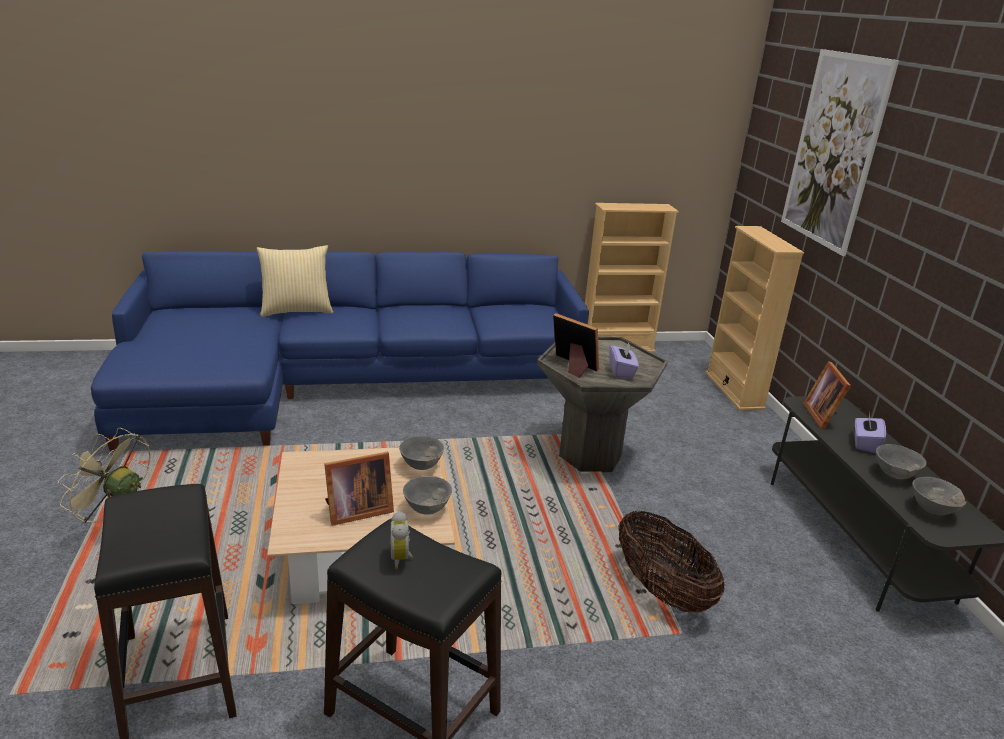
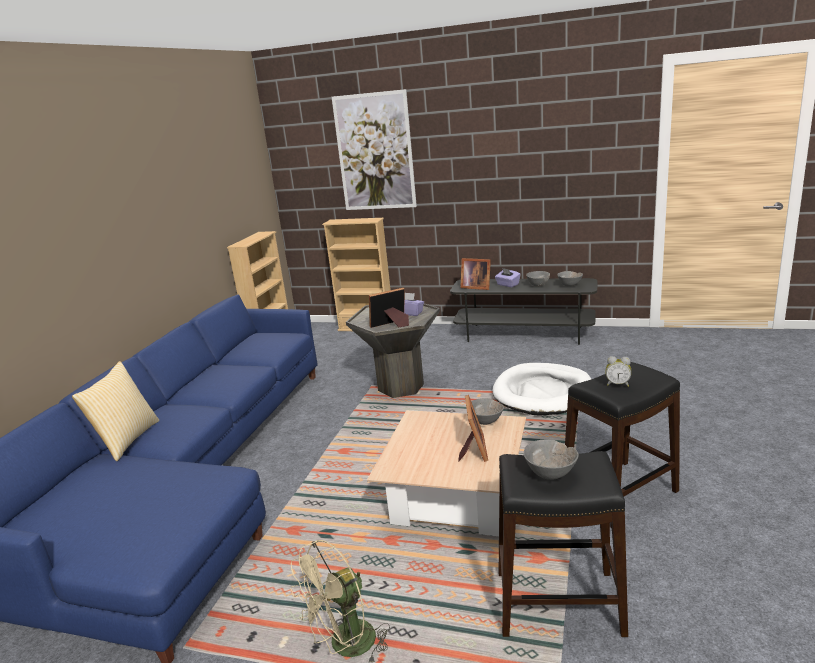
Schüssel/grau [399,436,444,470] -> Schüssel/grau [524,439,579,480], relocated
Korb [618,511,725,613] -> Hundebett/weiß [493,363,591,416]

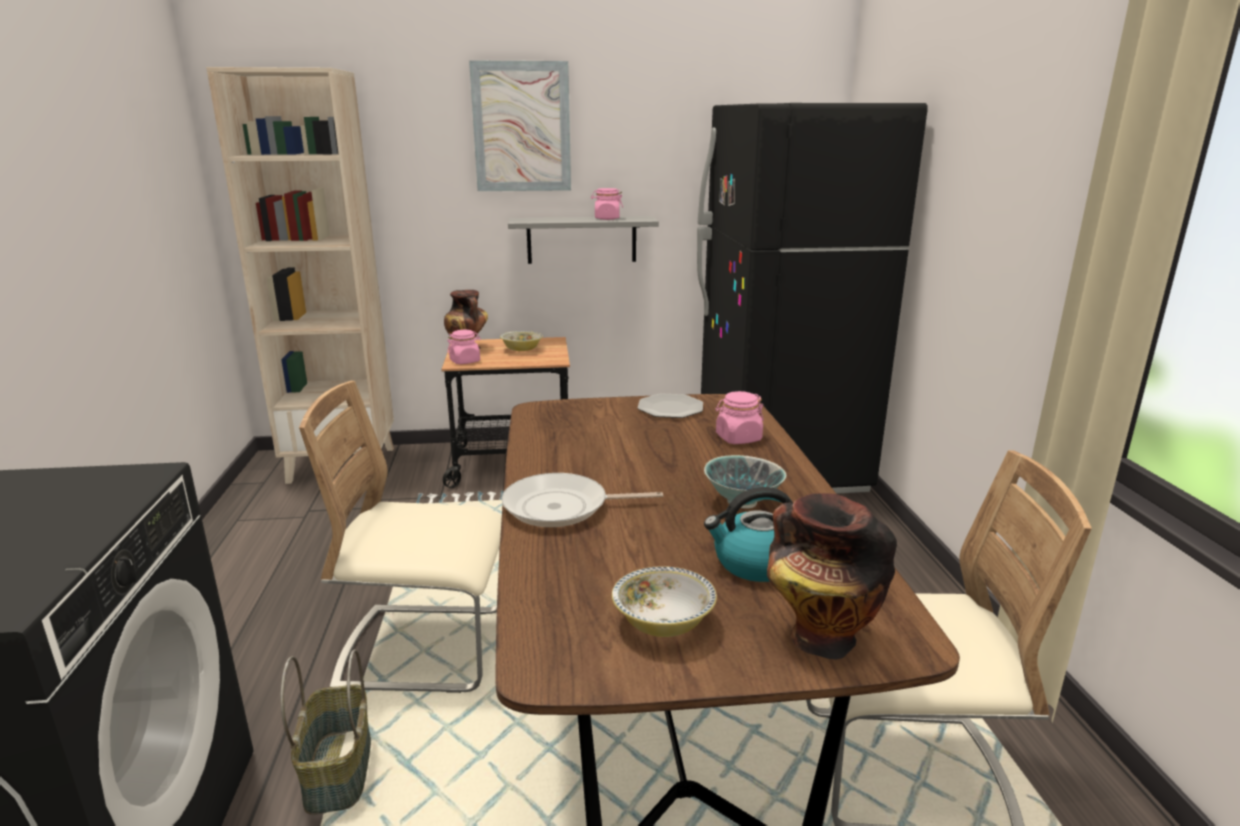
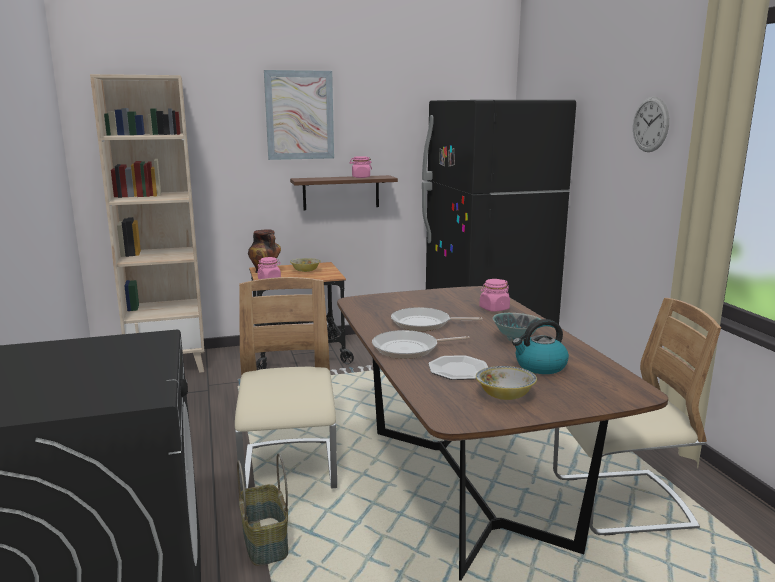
Vase [767,493,897,660] -> none
none -> Pfanne [391,307,483,331]
none -> Wanduhr [633,97,669,152]
Teller [638,393,703,418] -> Teller [428,355,488,380], relocated
Wandregal/grau [508,216,659,264] -> Wandregal/braun [290,175,398,210]
Stuhl/beige [299,381,502,693] -> Stuhl/beige [235,277,337,492], 90 degrees clockwise

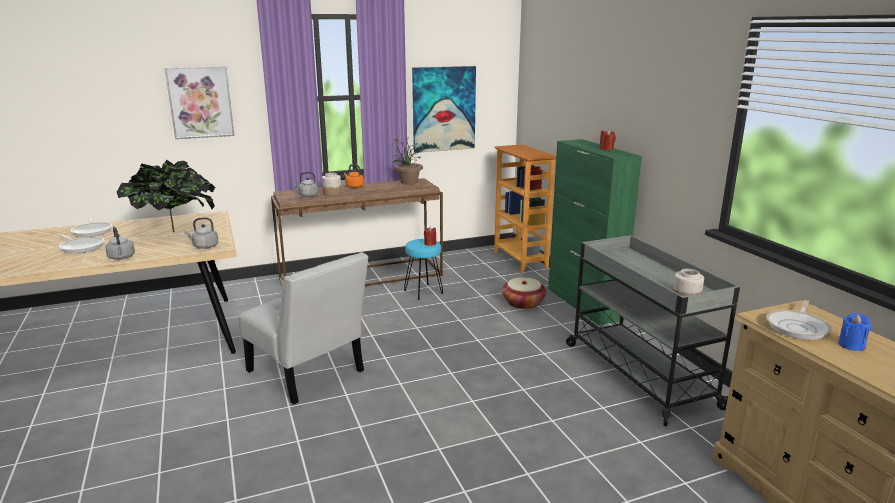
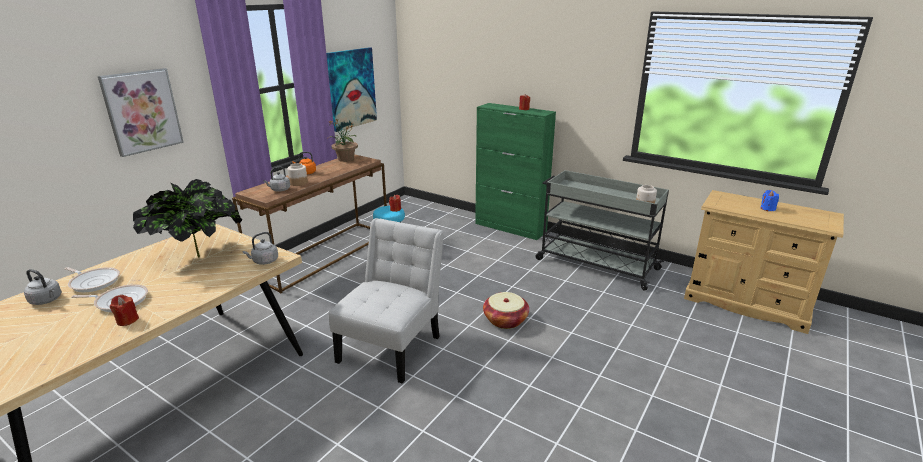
Bücherregal [494,144,556,273] -> none
Pfanne [766,300,832,340] -> none
none -> Kerze/rot [110,295,139,326]
Wasserkessel/grau [105,227,135,260] -> Wasserkessel/grau [24,269,62,305], relocated
Korb [502,278,546,309] -> Korb [483,292,529,329], relocated
Stuhl/weiß [239,252,368,404] -> Stuhl/weiß [329,218,444,384], 75 degrees counterclockwise

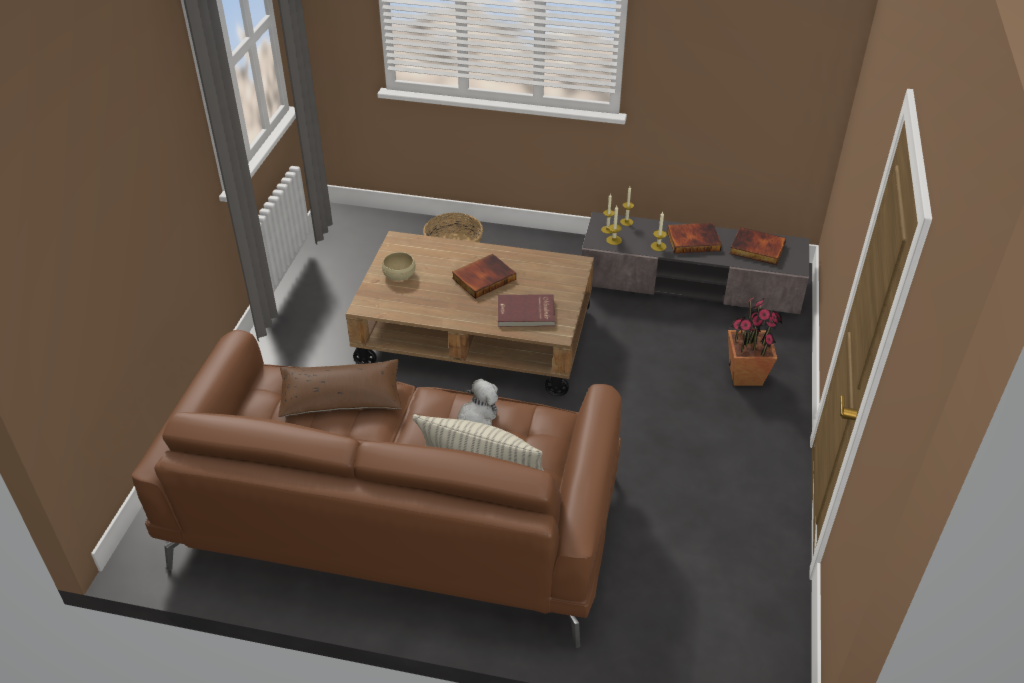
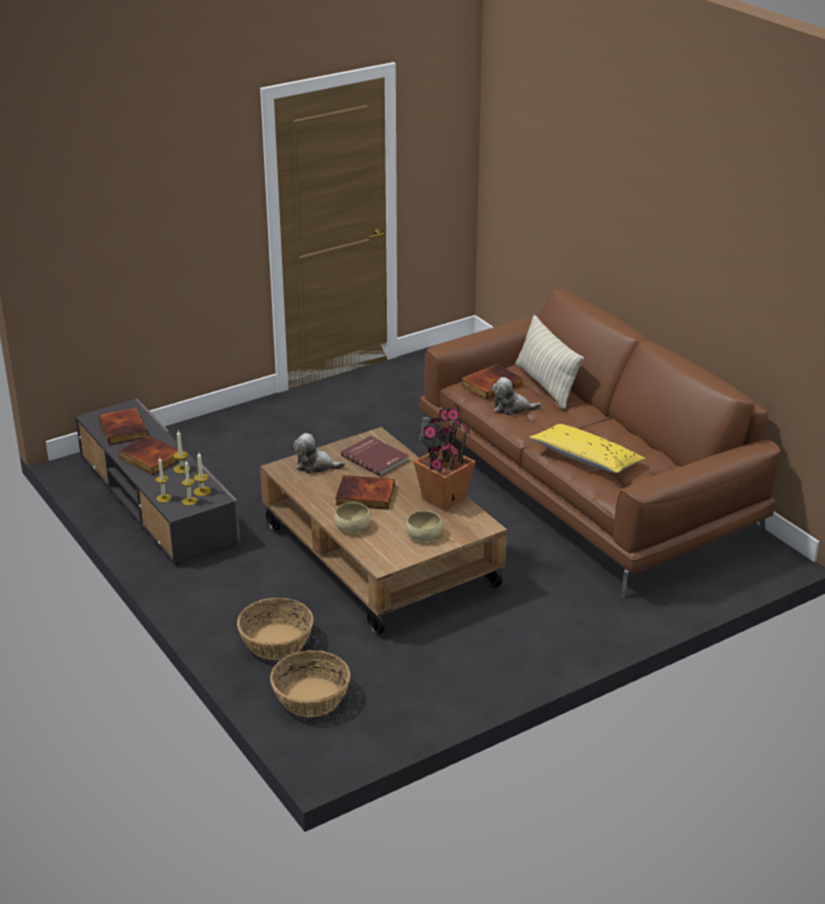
none -> Korb [270,650,350,717]
none -> Plüschtier [293,433,345,474]
none -> Schüssel/beige [334,502,371,533]
none -> Buch [461,364,522,400]
Topfpflanze [728,297,782,386] -> Topfpflanze [413,403,476,511], relocated
Kissen/braun [278,359,401,417] -> Kissen/gelb [529,424,646,473]

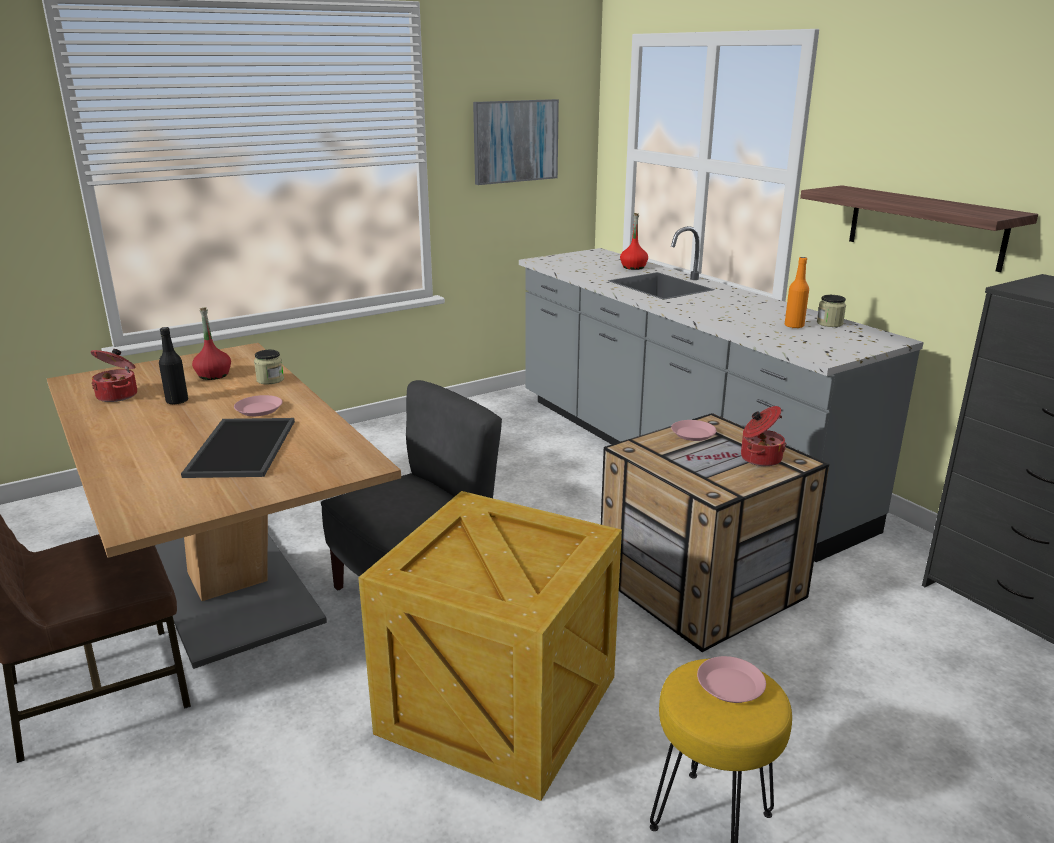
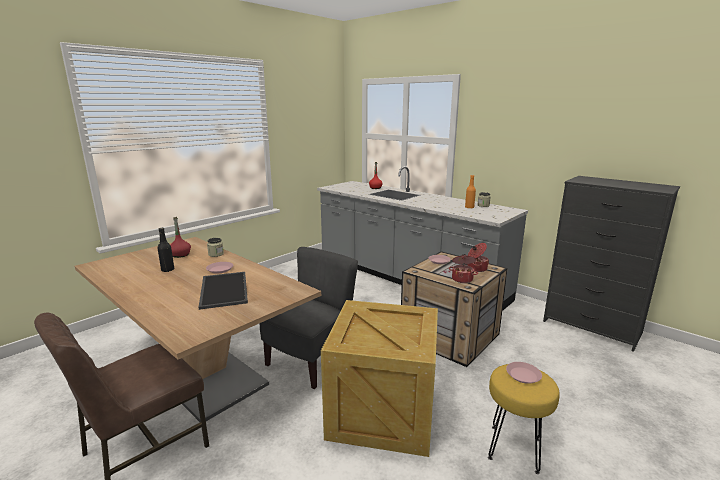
Bild [473,99,559,185] -> none
Wandregal [800,185,1038,272] -> none
Kochtopf [91,349,137,402] -> Kochtopf [449,254,478,283], relocated

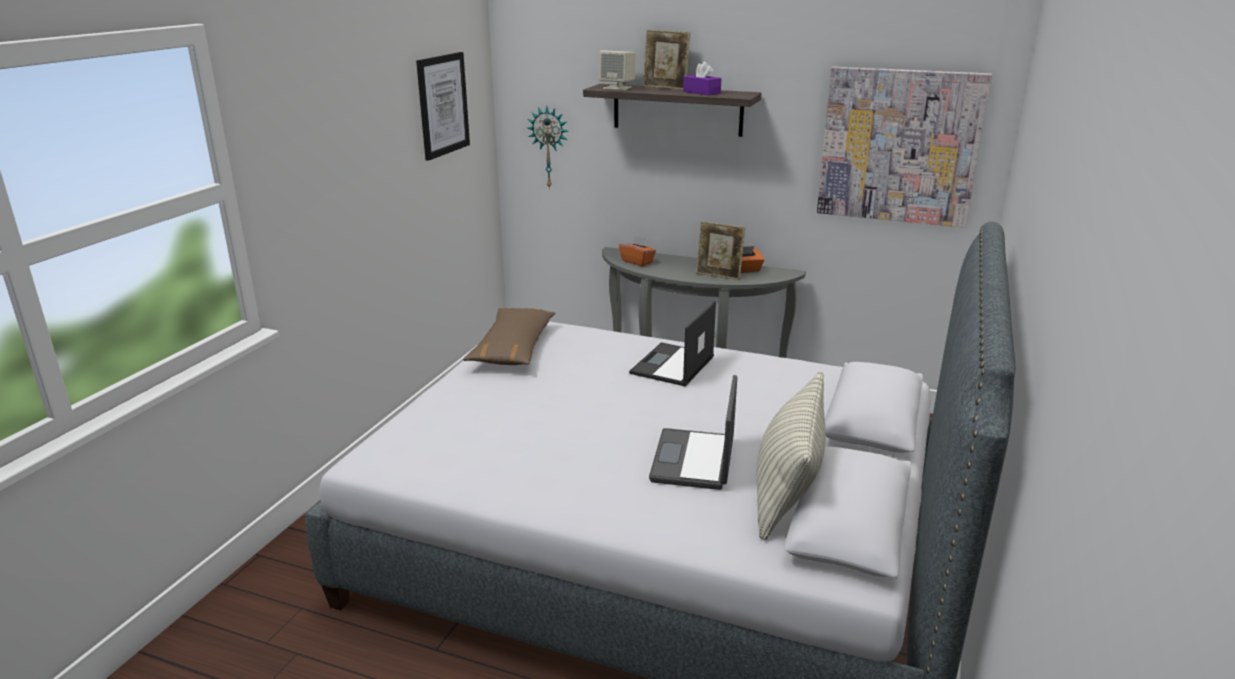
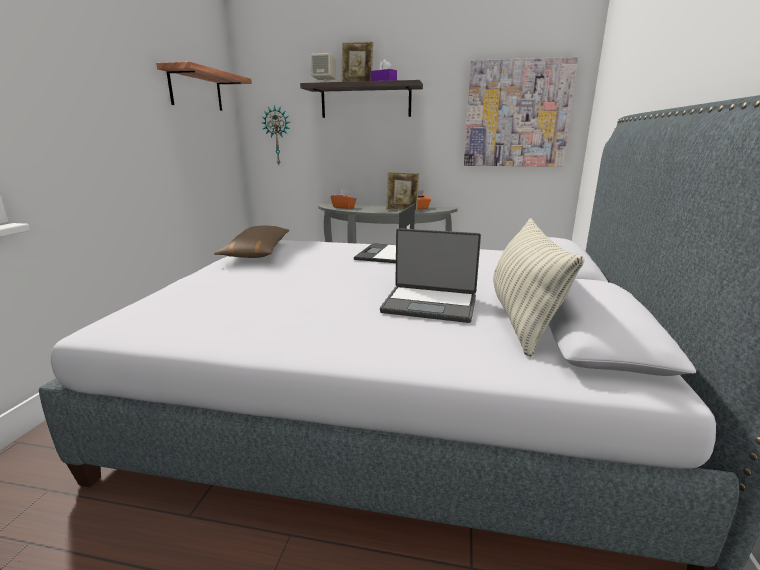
Bild [416,52,470,161] -> Wandregal [156,62,252,111]
Laptop [649,375,737,490] -> Laptop [380,228,481,323], 75 degrees counterclockwise

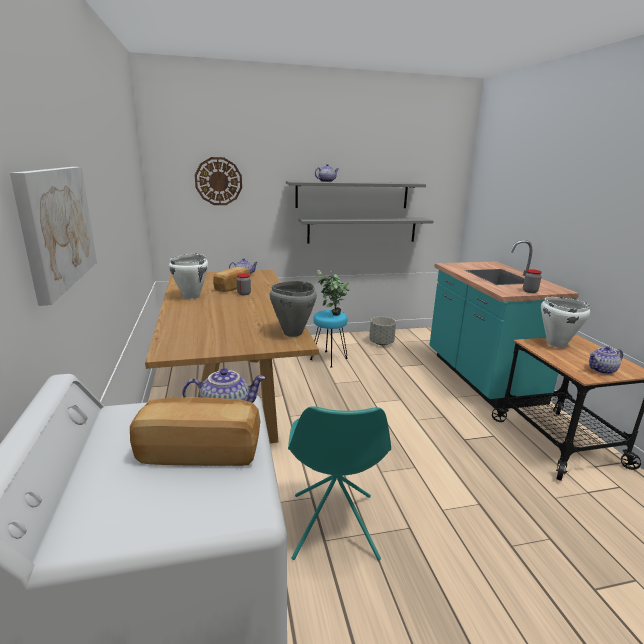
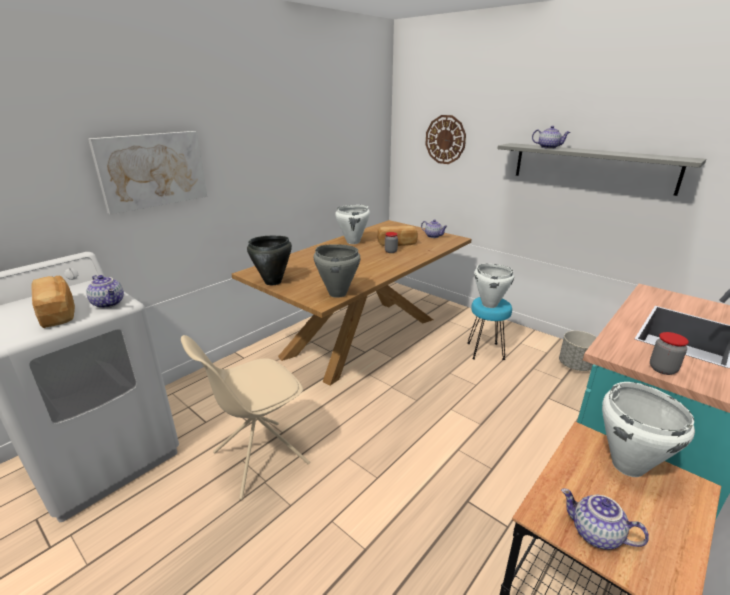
Wandregal/grau [298,218,433,243] -> none
none -> Kochtopf/schwarz [247,236,292,285]
Topfpflanze [317,270,349,316] -> Kochtopf/weiß [474,264,514,308]
Stuhl/türkis [288,406,391,561] -> Stuhl/beige [181,335,310,500]

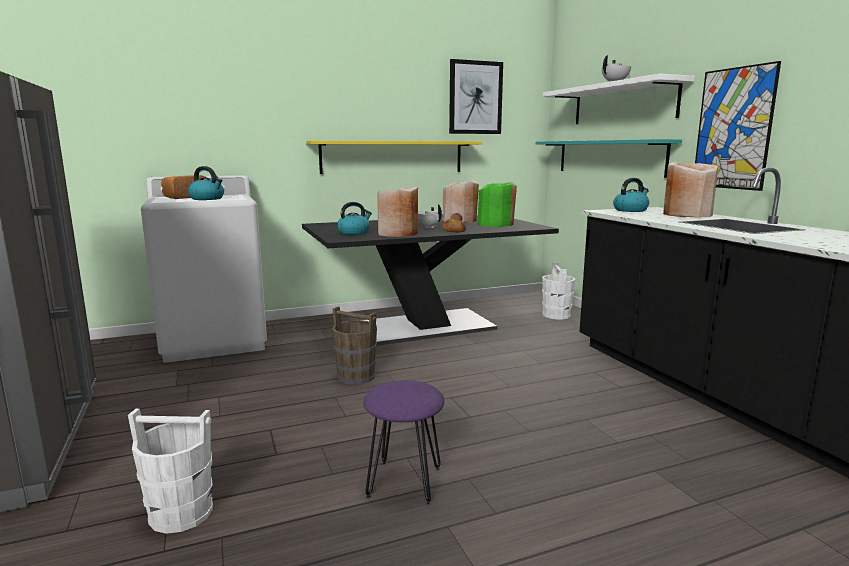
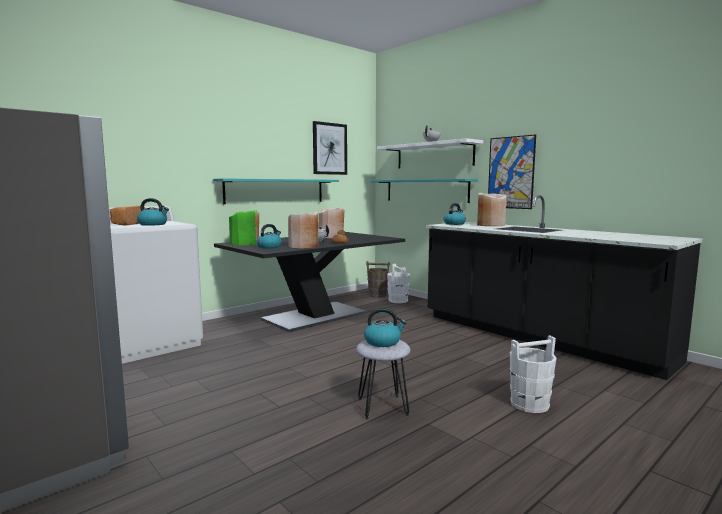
none -> Wasserkessel [364,308,406,347]
Eimer/weiß [128,408,213,534] -> Eimer/weiß [509,336,557,413], relocated
Eimer/braun [332,307,377,385] -> Eimer/braun [366,261,390,297], relocated
Vase/grün [478,182,517,227] -> Vase/grün [229,210,259,245], relocated
Wandregal/gelb [306,141,482,174] -> Wandregal/türkis [213,178,339,204]
Hocker/lila [363,380,444,505] -> Hocker/grau [356,340,410,419]

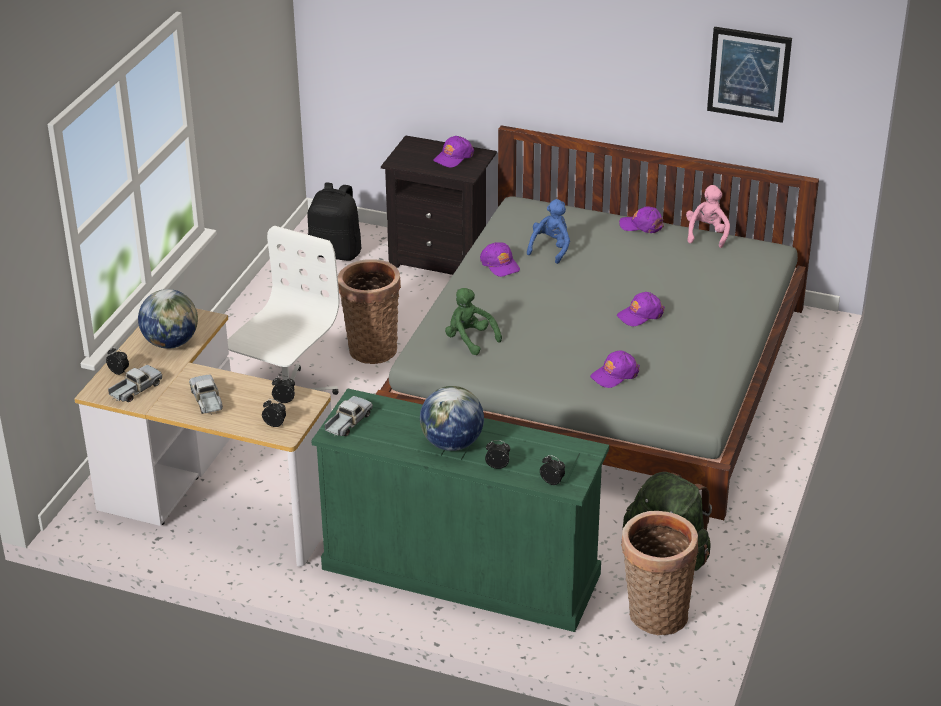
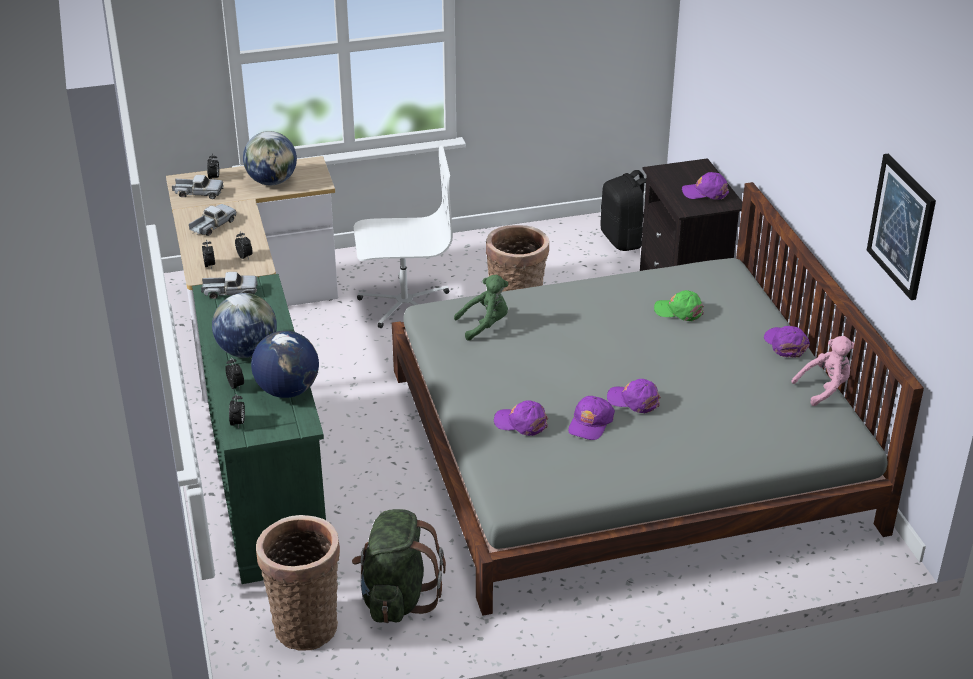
none -> Globus [251,331,319,398]
Kappe/lila [480,242,520,277] -> Kappe/lila [568,396,615,440], relocated
Plüschtier/blau [527,199,570,264] -> Kappe/grün [654,290,704,321]
Plüschtier/grün [445,288,502,355] -> Plüschtier/grün [454,275,508,341], 60 degrees clockwise

